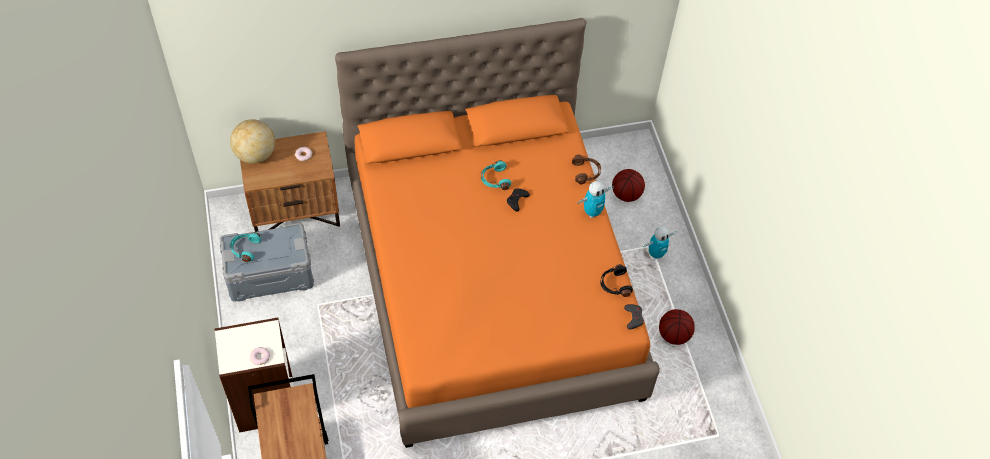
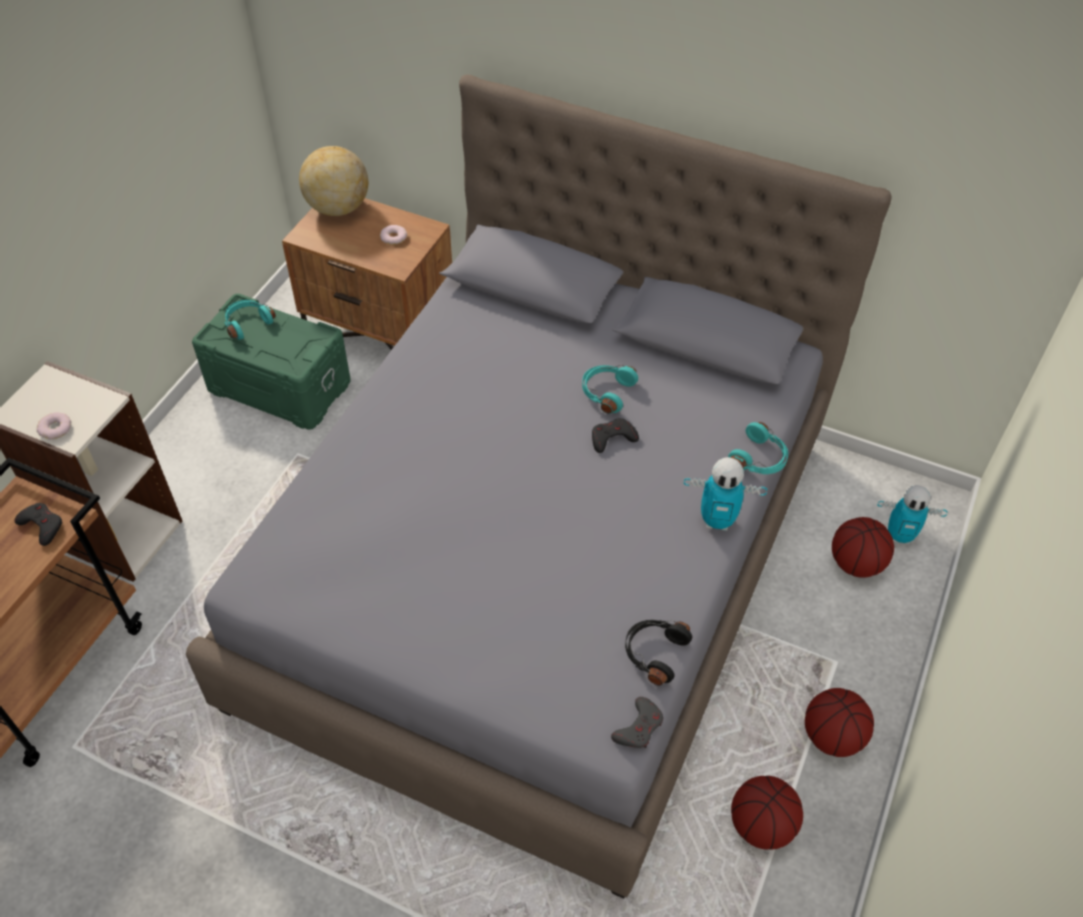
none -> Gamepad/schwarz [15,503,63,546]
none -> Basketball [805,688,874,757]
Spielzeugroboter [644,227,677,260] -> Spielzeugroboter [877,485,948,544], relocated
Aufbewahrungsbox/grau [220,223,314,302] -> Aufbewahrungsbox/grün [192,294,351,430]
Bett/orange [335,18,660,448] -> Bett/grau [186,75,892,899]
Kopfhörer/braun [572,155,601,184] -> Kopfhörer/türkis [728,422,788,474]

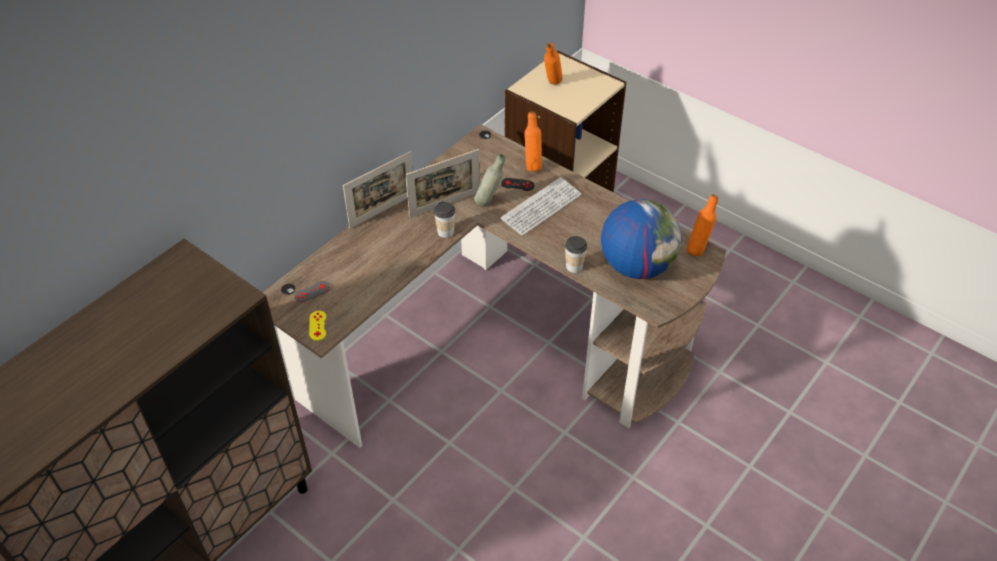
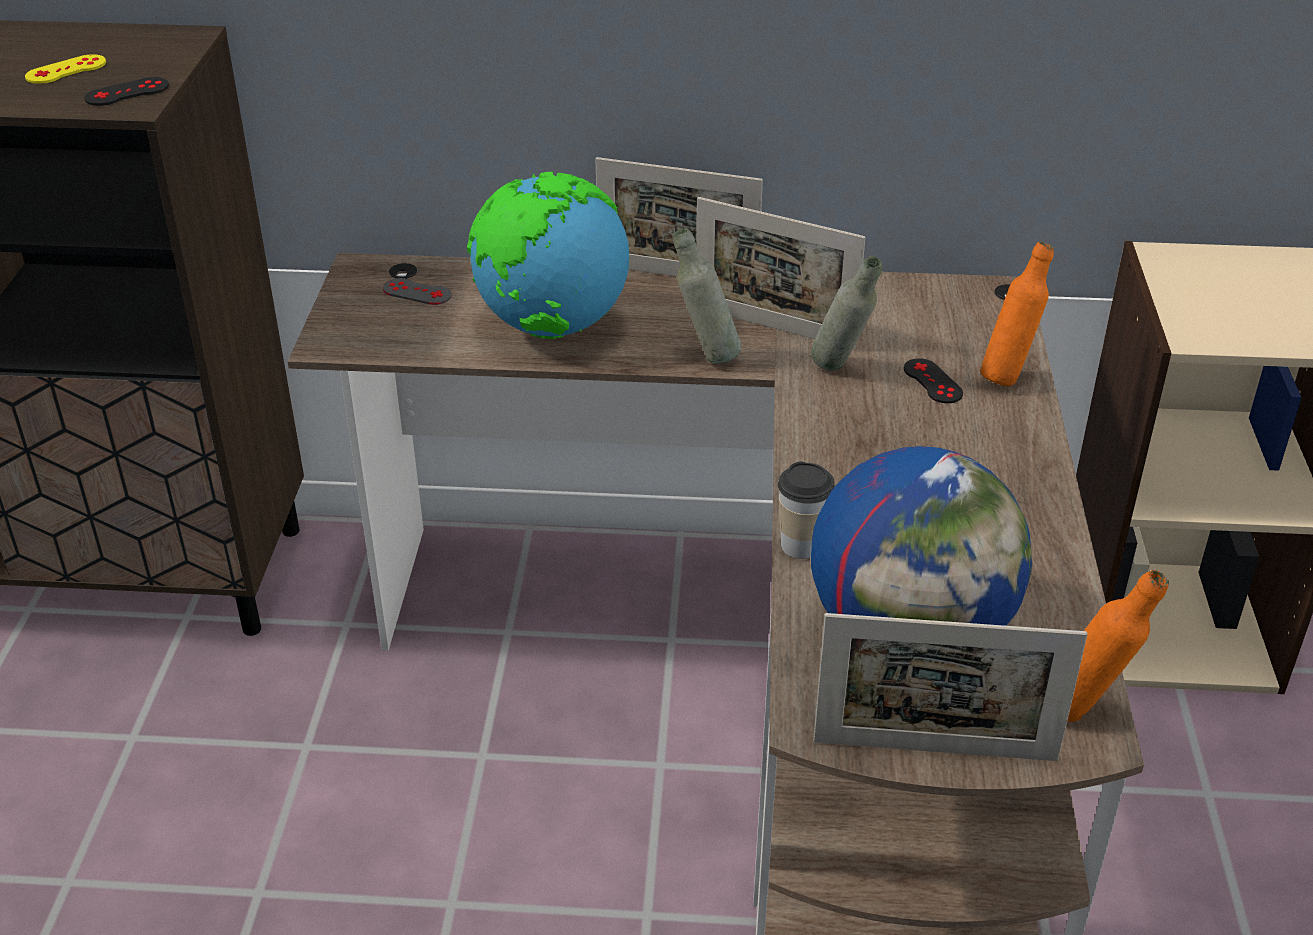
Tastatur [501,177,582,236] -> none
Flasche/orange [544,43,562,85] -> none
none -> Gamepad/schwarz [84,77,169,106]
none -> Globus [467,172,629,339]
none -> Bilderrahmen [813,613,1088,761]
Gamepad/gelb [309,311,326,341] -> Gamepad/gelb [25,54,106,84], relocated
Tasse [434,202,455,238] -> Flasche/grau [673,228,741,364]

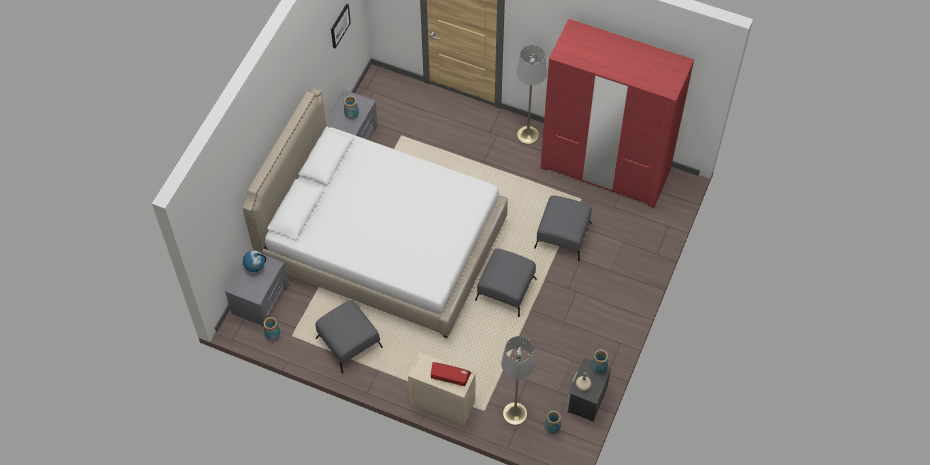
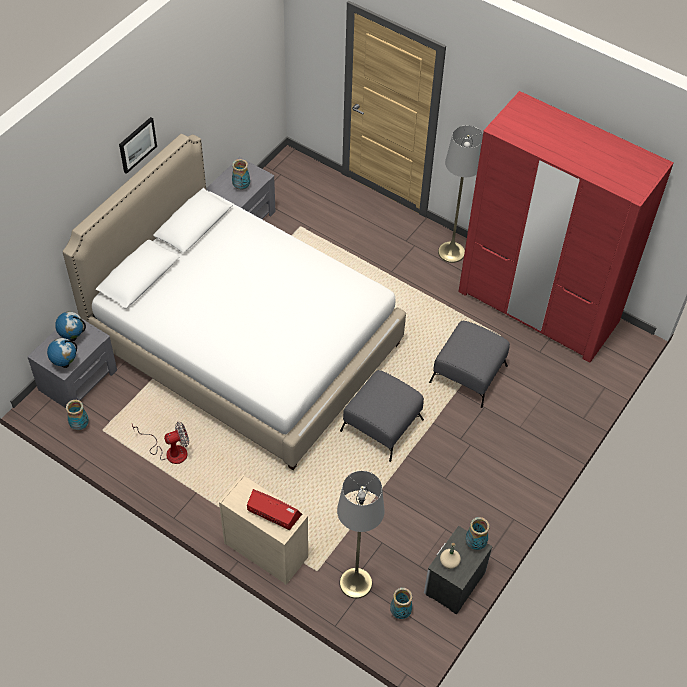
none -> Globus [47,338,77,368]
Bild [331,4,351,49] -> Bild [119,117,157,174], relocated
Polsterhocker/grau [315,300,383,373] -> Ventilator [132,422,189,464]

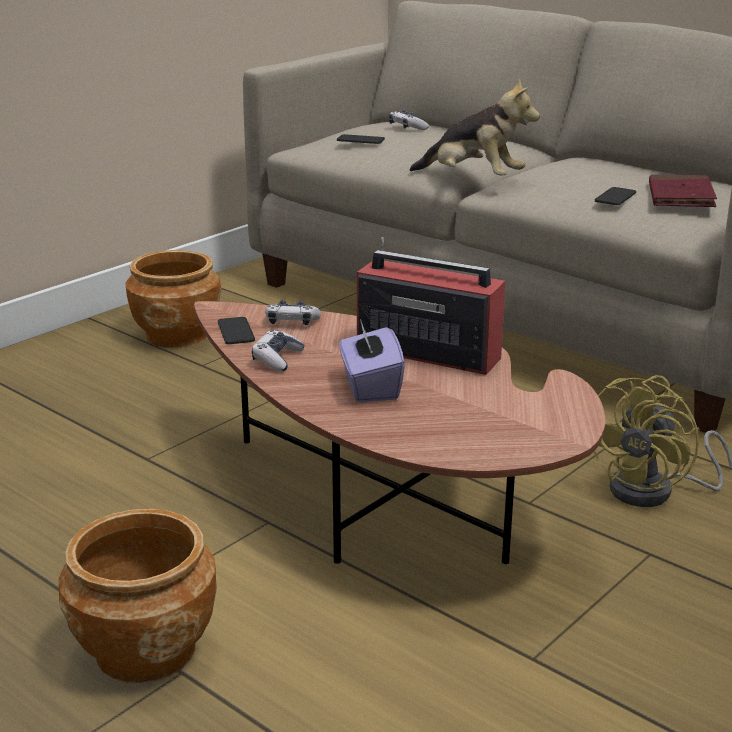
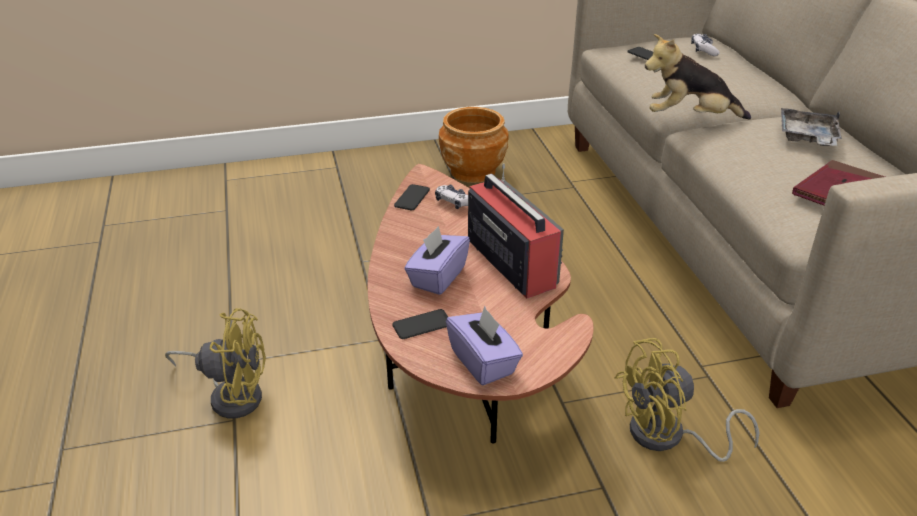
Gamepad [252,330,305,372] -> none
none -> Taschentuchbox/lila [446,306,523,385]
none -> Tablett/grau [781,108,842,146]
Handy [595,187,636,205] -> Handy [392,309,448,339], relocated
Pflanzkübel/braun [59,509,217,683] -> Ventilator/gelb [165,308,266,418]
Plüschtier [409,79,540,176] -> Plüschtier [645,34,751,120], 120 degrees clockwise

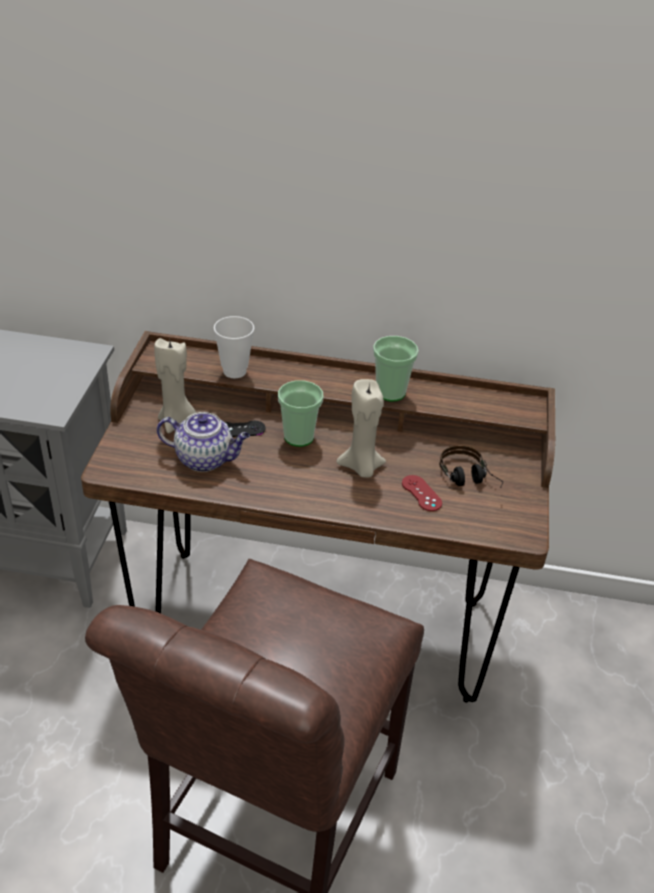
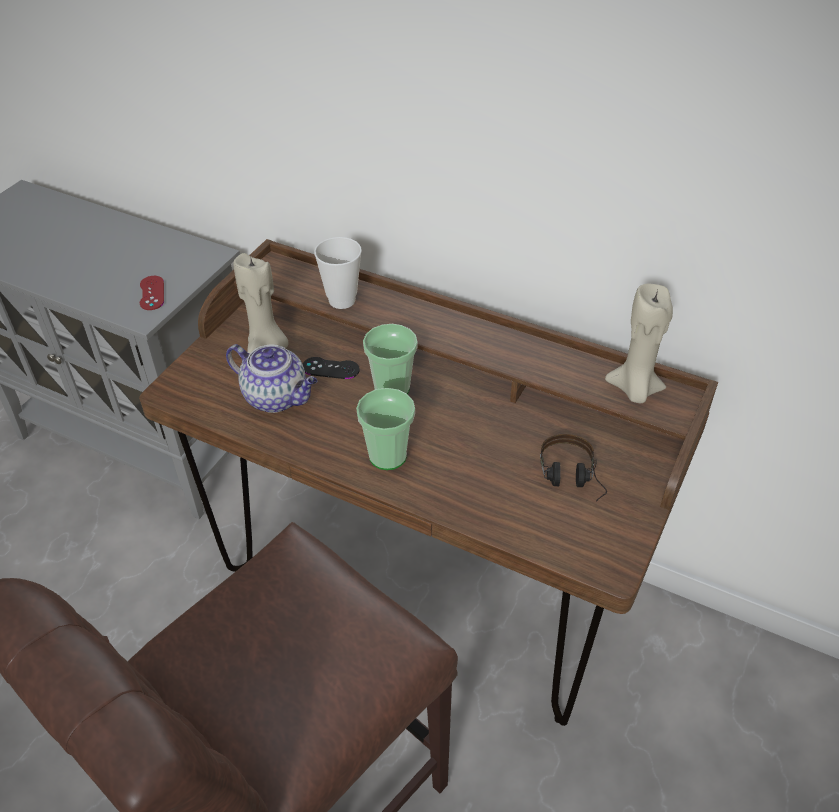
Kerze/beige [336,379,386,478] -> Kerze/beige [605,284,673,403], relocated
Tasse [373,336,419,401] -> Tasse [356,388,415,470], relocated
Gamepad/rot [402,475,442,511] -> Gamepad/rot [140,276,164,310], relocated

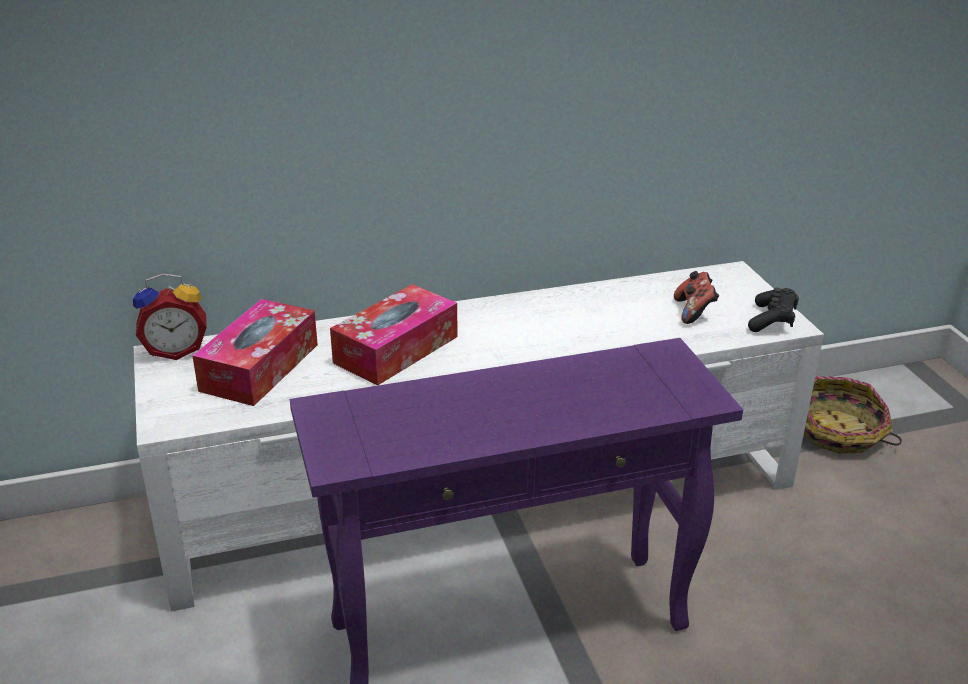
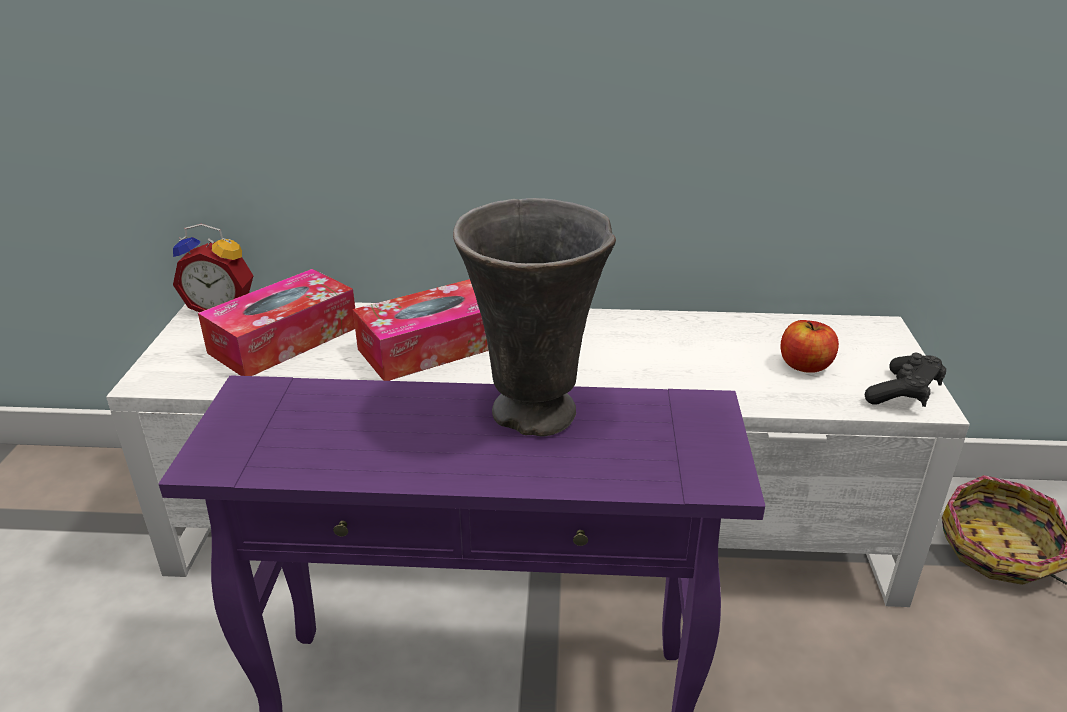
none -> Vase/grau [453,198,616,436]
Gamepad [674,271,719,324] -> Apfel [781,320,839,373]

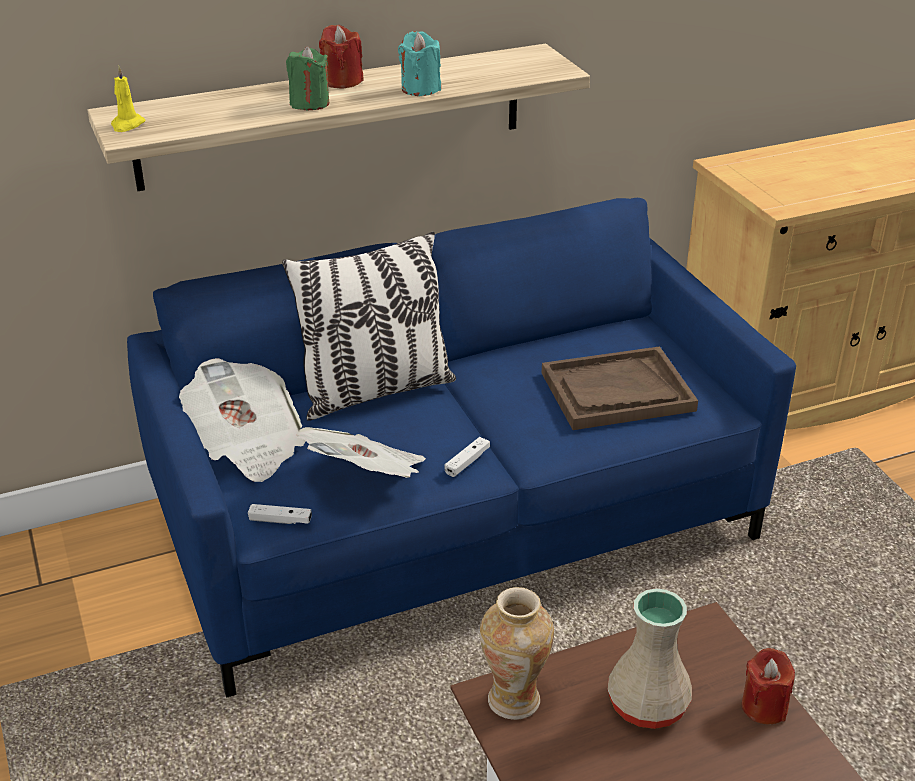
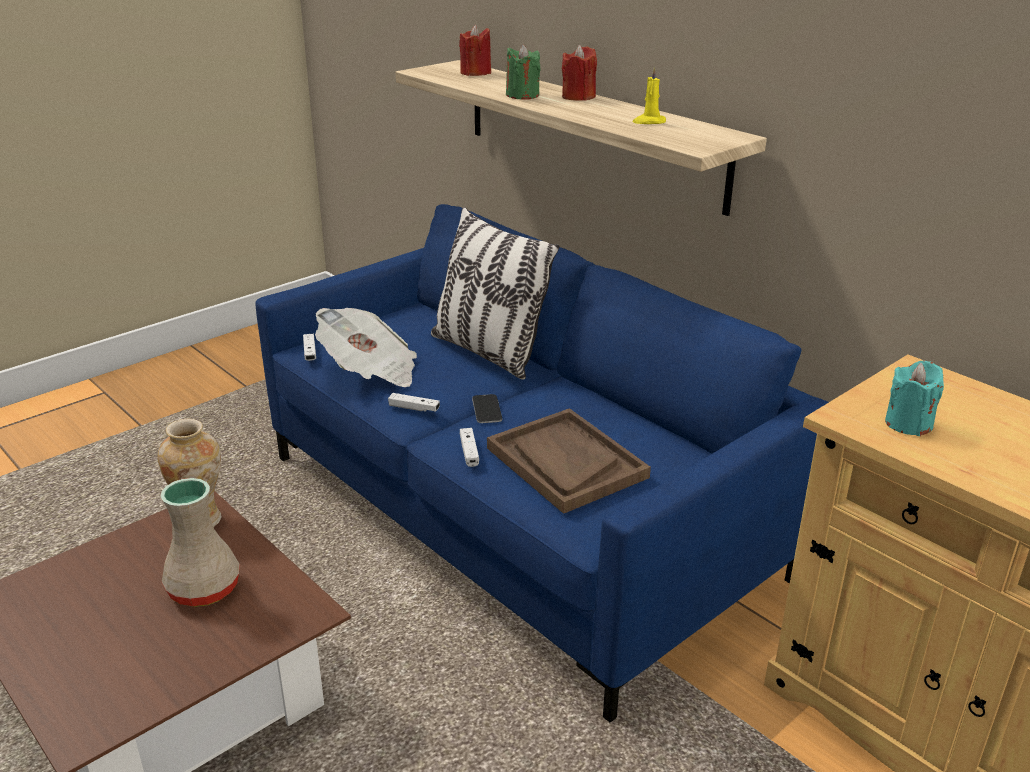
Zeitung [179,358,306,482] -> none
none -> Gamepad/weiß [460,428,479,467]
none -> Handy [472,394,502,423]
Kerze/gelb [111,66,145,132] -> Kerze/gelb [632,67,666,124], relocated
Kerze/türkis [398,31,441,96] -> Kerze/türkis [885,361,944,436], relocated
Kerze/rot [742,648,795,725] -> Kerze/rot [459,25,491,76], relocated

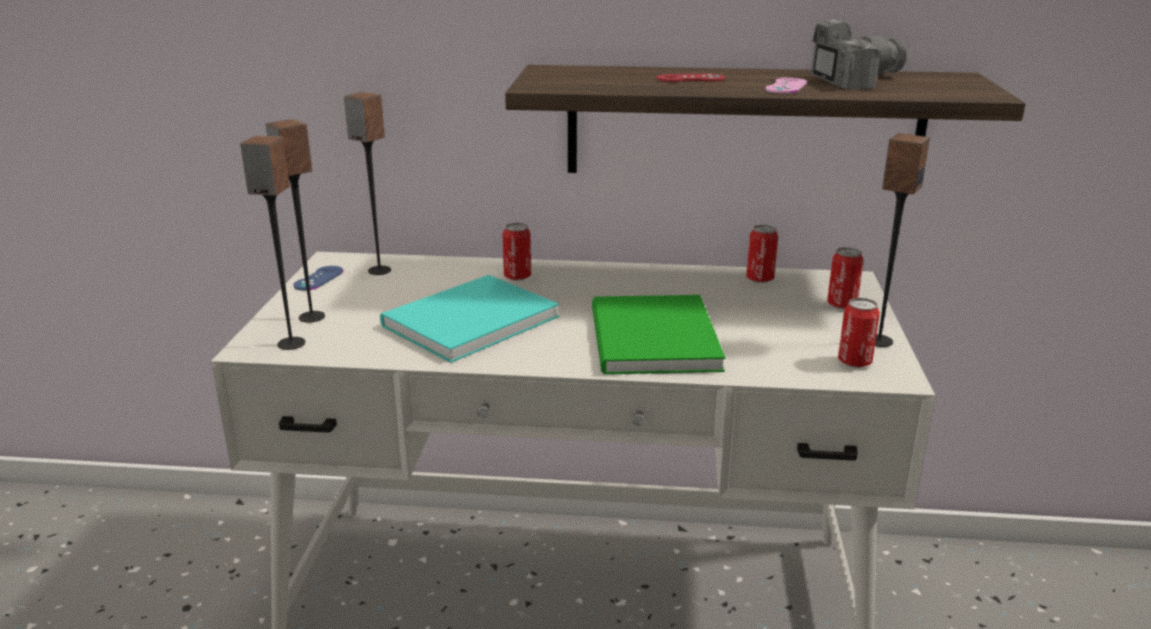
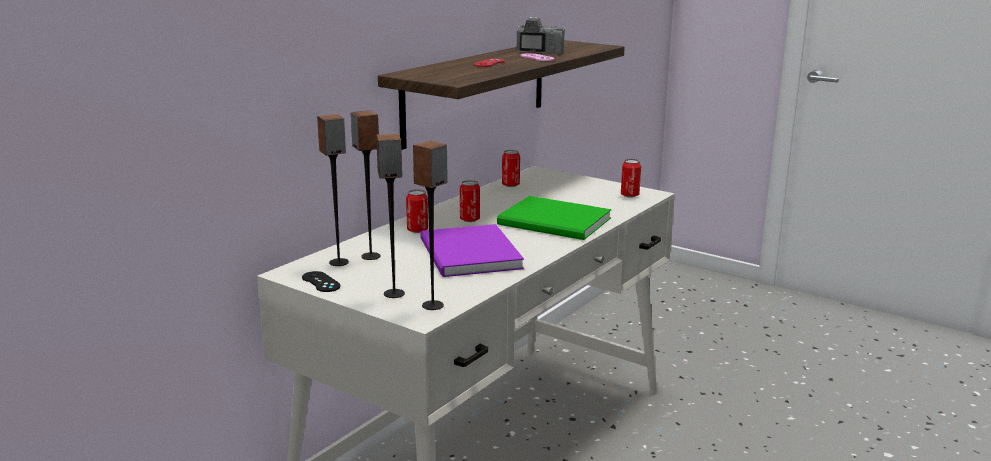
Dose [827,247,864,309] -> Dose [460,180,480,222], relocated
Lautsprecher [875,133,930,347] -> Lautsprecher [351,110,380,260], relocated
Gamepad/blau [293,266,343,291] -> Gamepad/schwarz [302,271,341,292]
Buch/türkis [380,275,559,363] -> Buch/lila [421,224,524,277]

